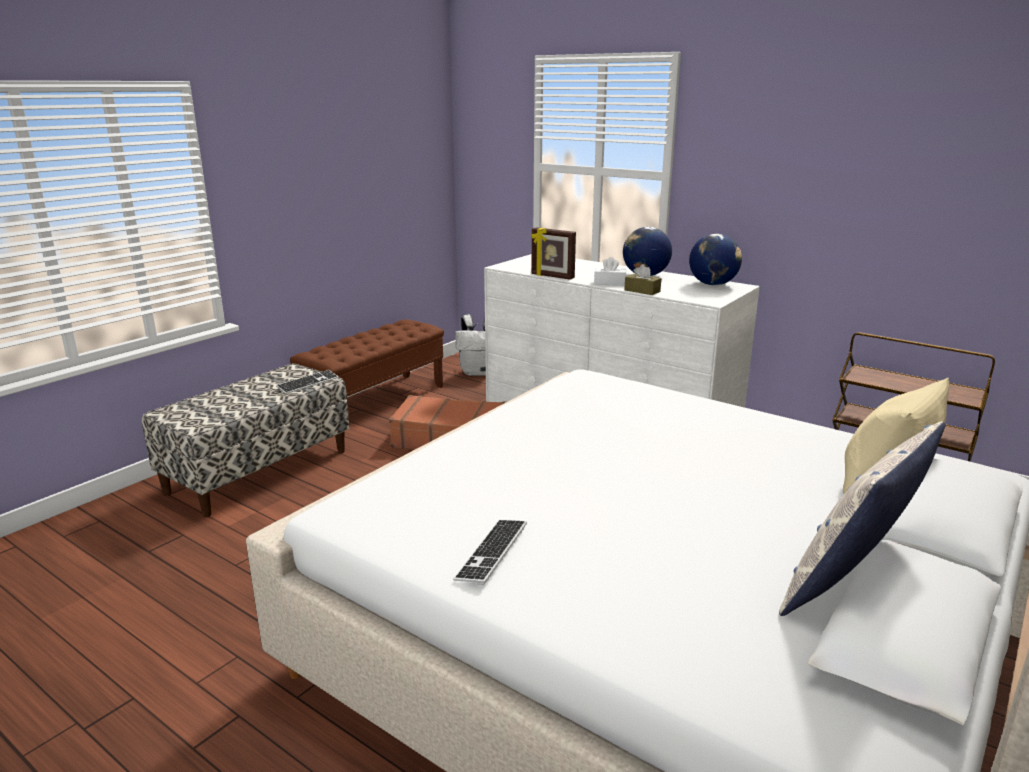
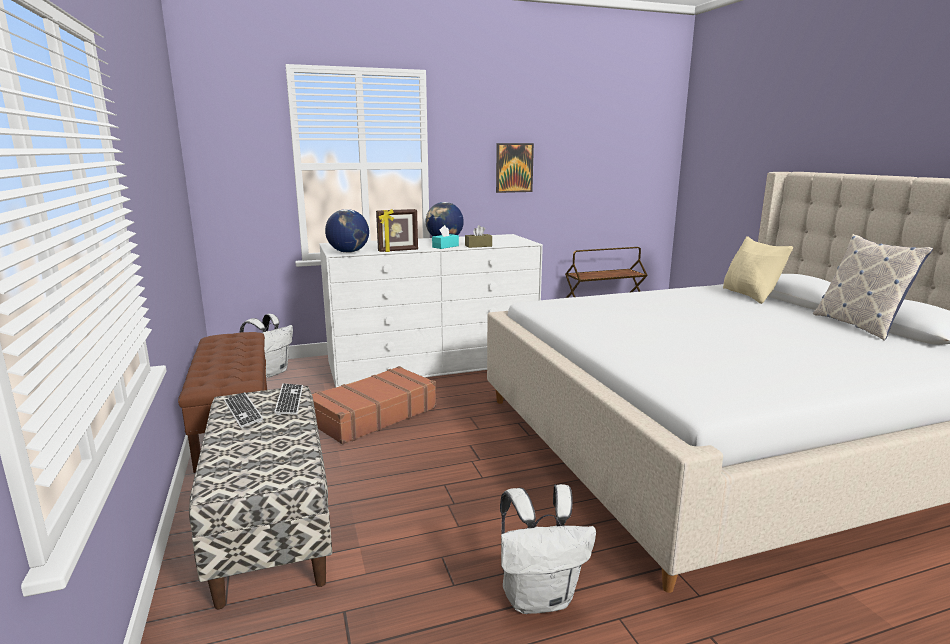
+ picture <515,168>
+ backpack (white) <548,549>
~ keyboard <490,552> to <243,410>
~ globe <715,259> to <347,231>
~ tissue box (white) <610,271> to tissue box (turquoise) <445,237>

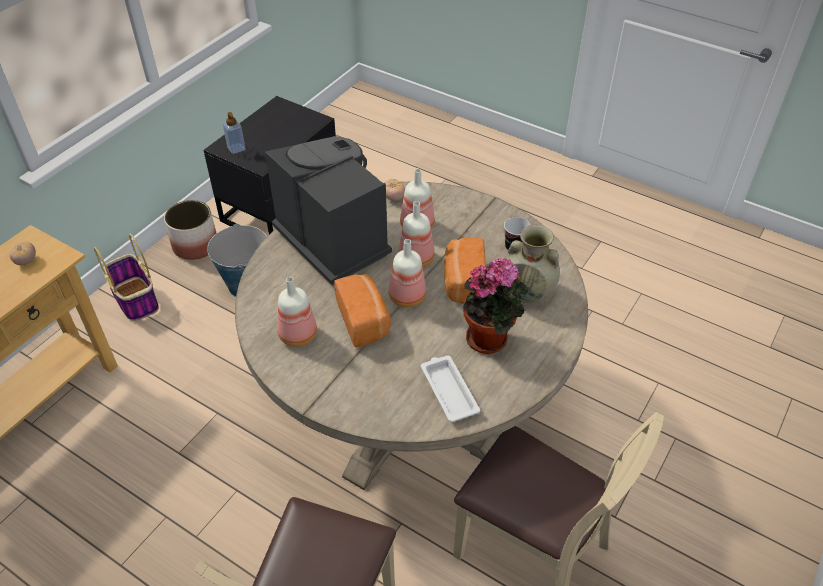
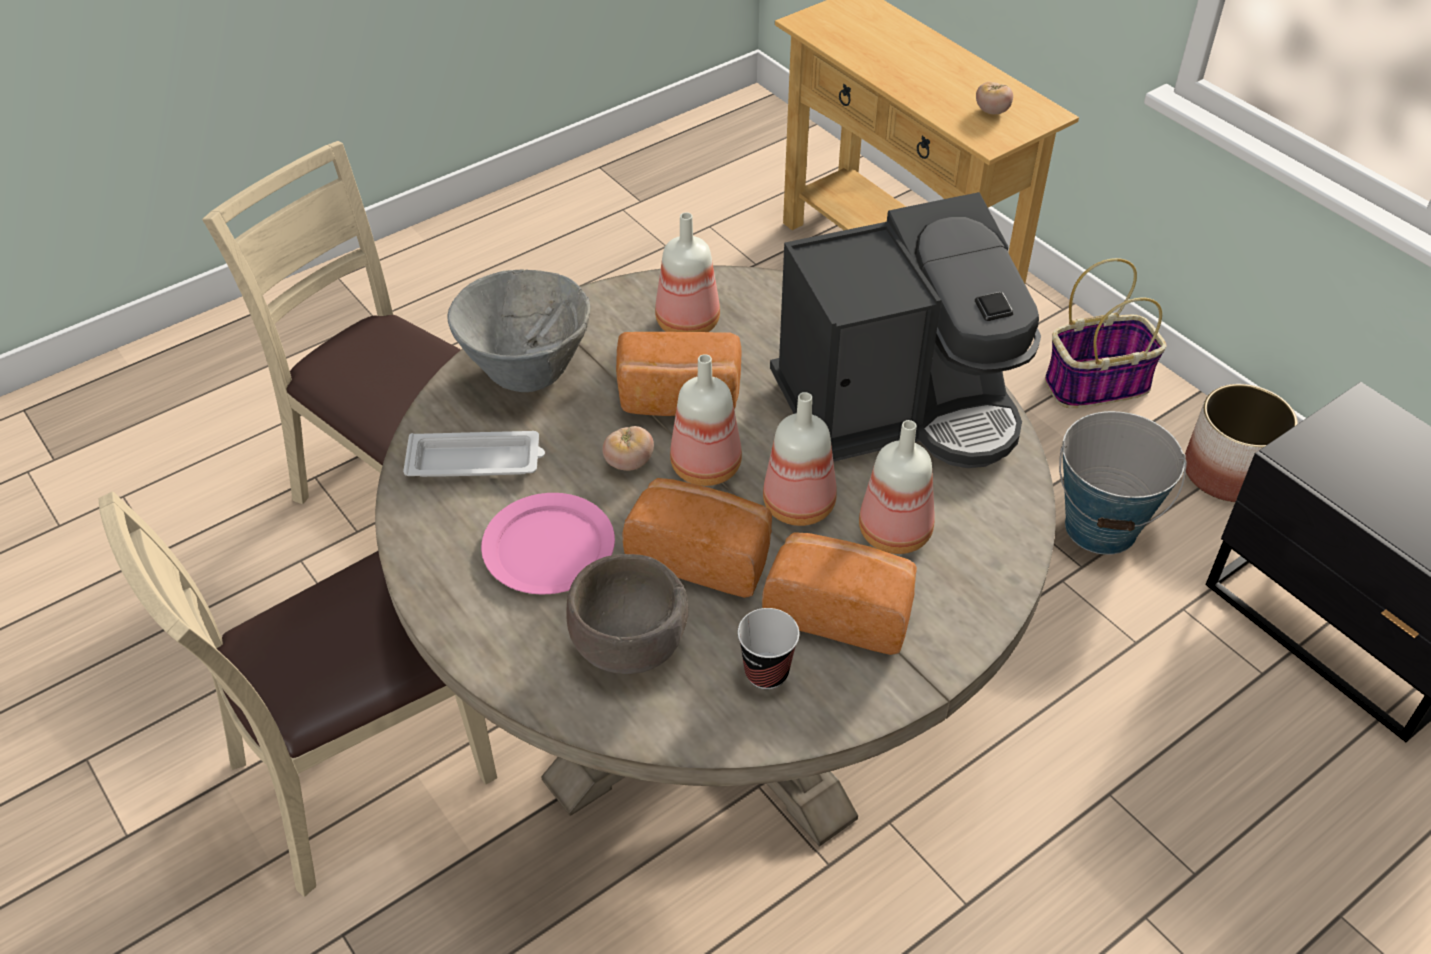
- soap dispenser <234,133>
+ bowl (grey) <519,330>
+ bread <839,593>
~ tomato <395,190> to <628,448>
~ potted plant <495,306> to plate (pink) <548,544>
~ vase (beige) <533,264> to bowl (brown) <627,614>

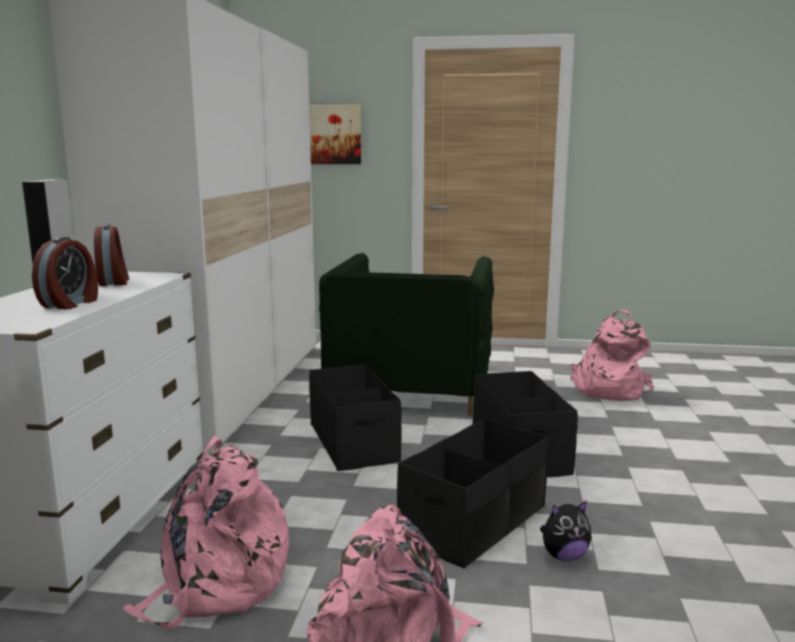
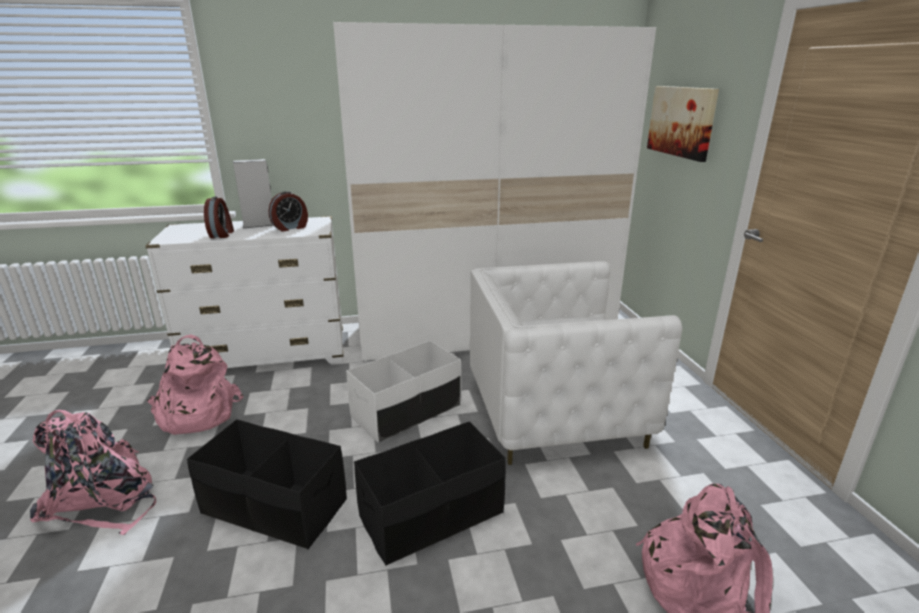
- plush toy <566,531>
~ storage box (black) <355,417> to storage box (white) <404,392>
~ armchair (green) <406,334> to armchair (white) <576,363>
~ alarm clock <65,273> = <219,217> 90 degrees counterclockwise

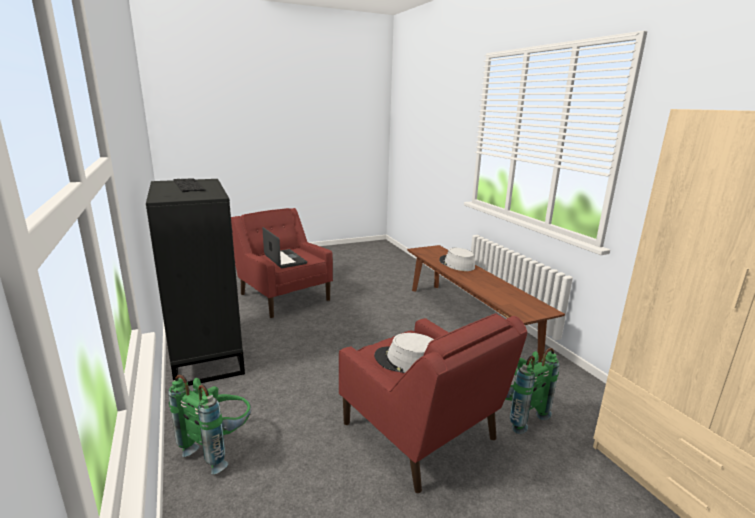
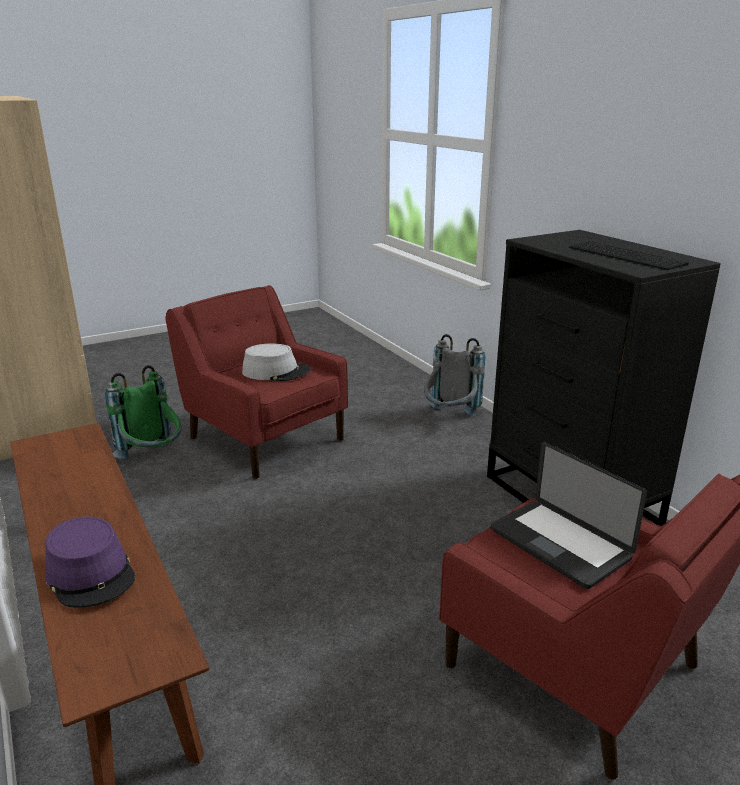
~ backpack (green) <210,424> to backpack (grey) <455,375>
~ hat (grey) <457,259> to hat (purple) <90,562>

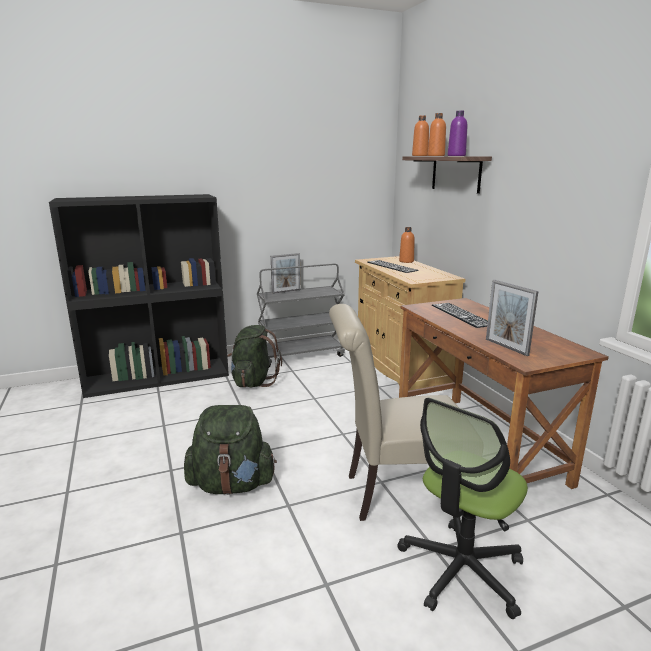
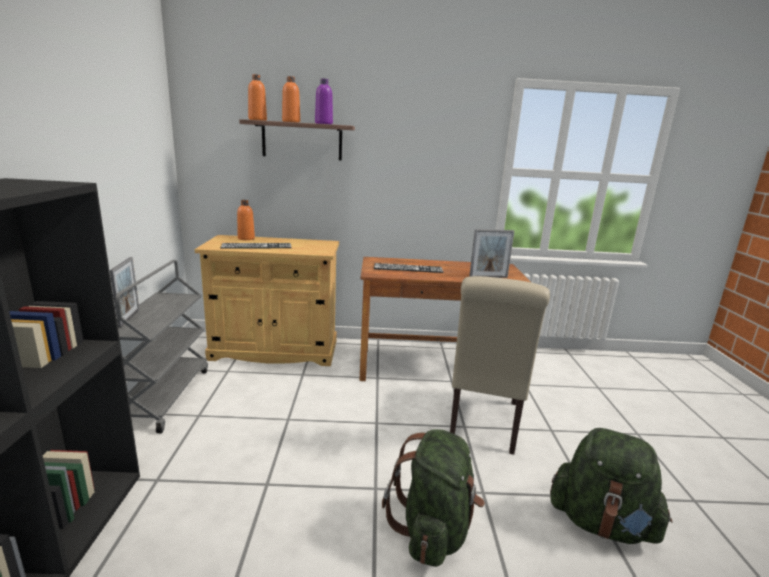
- office chair <462,508>
~ backpack (green) <254,356> to <611,486>

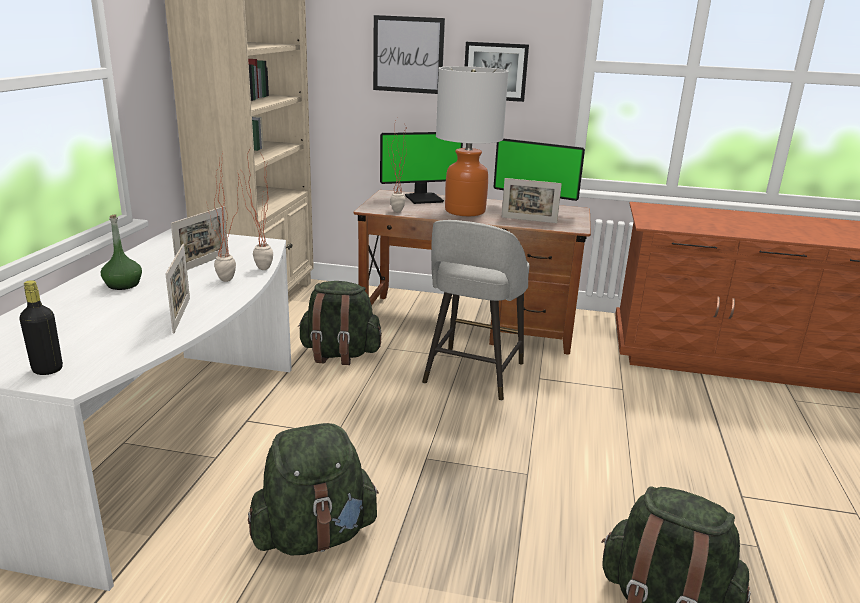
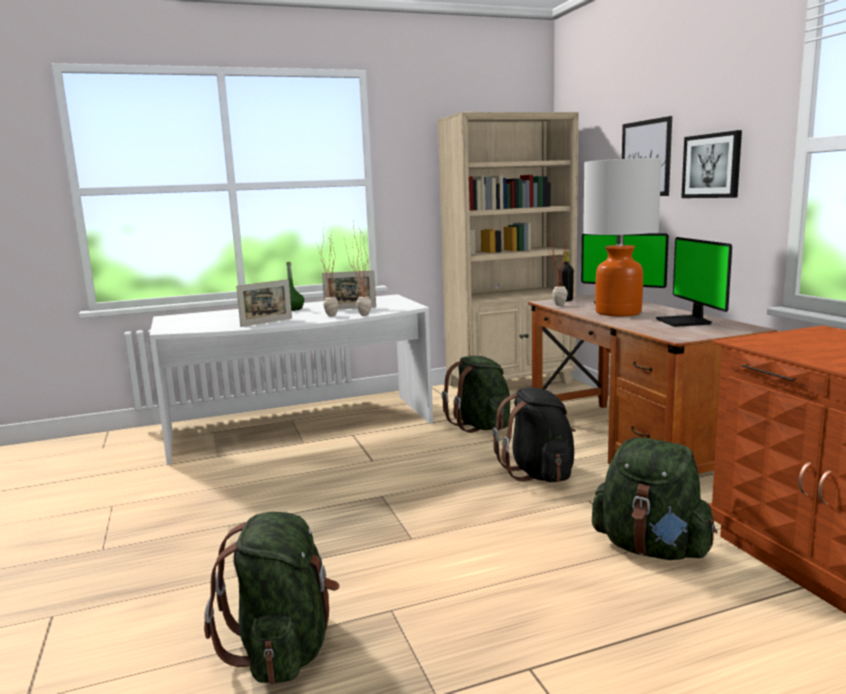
- picture frame <532,200>
~ bottle (black) <41,327> to <566,276>
~ backpack (green) <313,489> to <655,498>
~ stool (grey) <475,310> to backpack (black) <534,434>

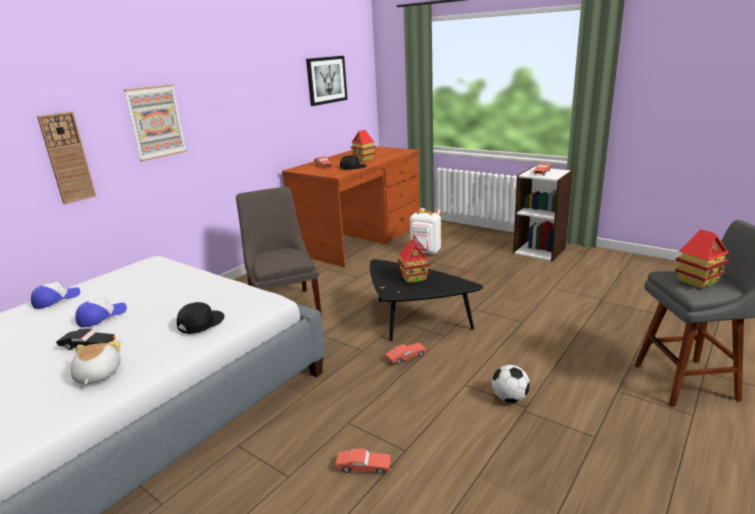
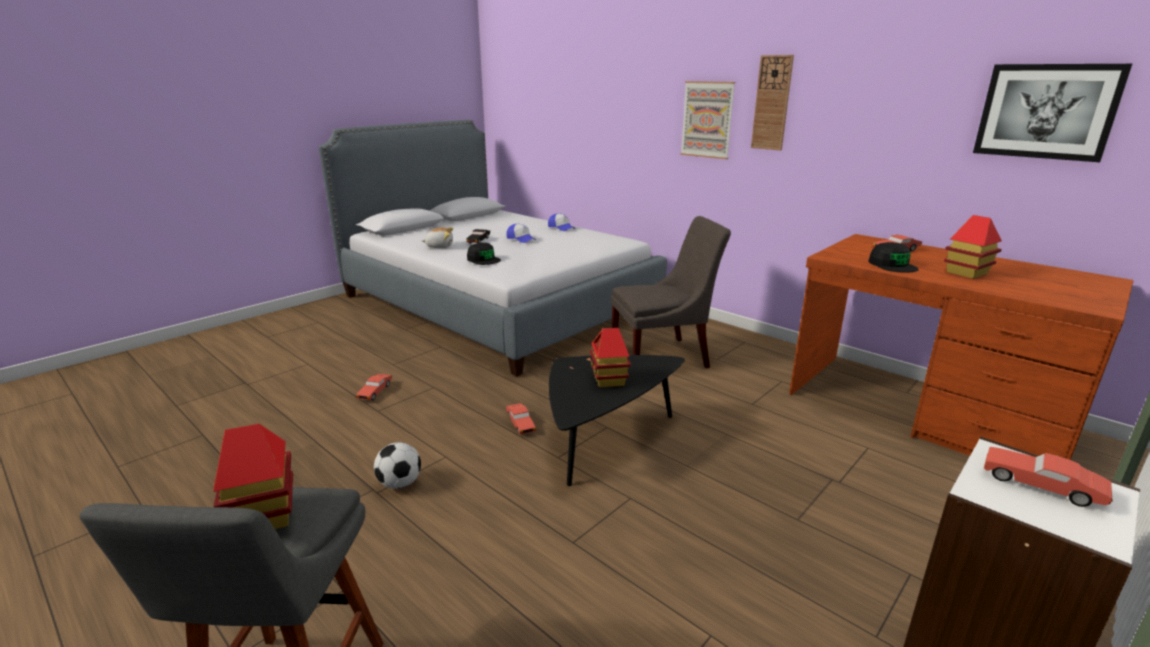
- backpack (white) <425,231>
~ wall clock <66,158> to <772,102>

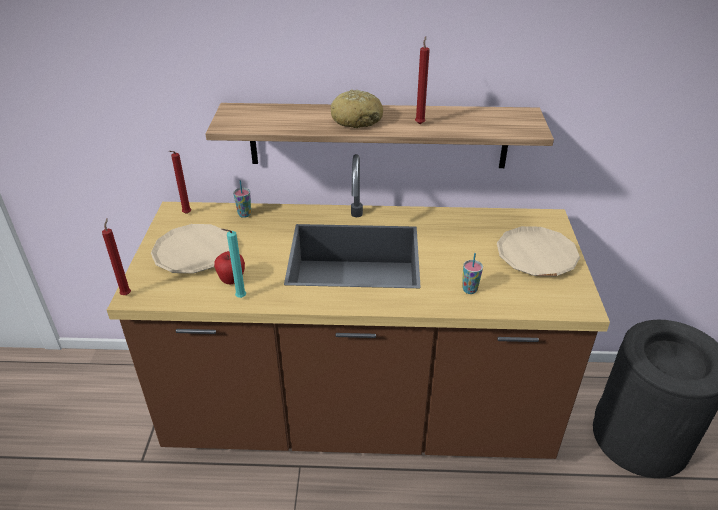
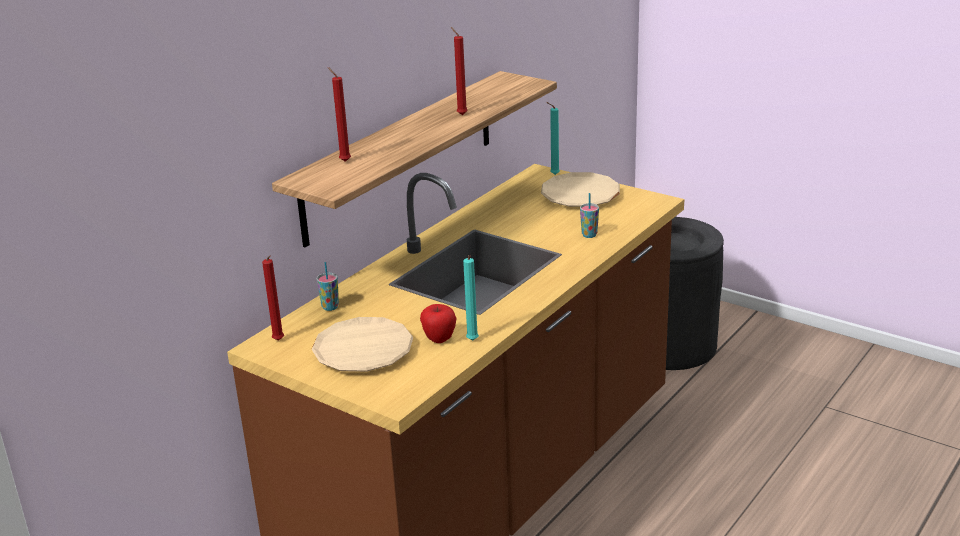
- bread <357,108>
+ candle (turquoise) <553,138>
~ candle (red) <116,256> to <339,114>

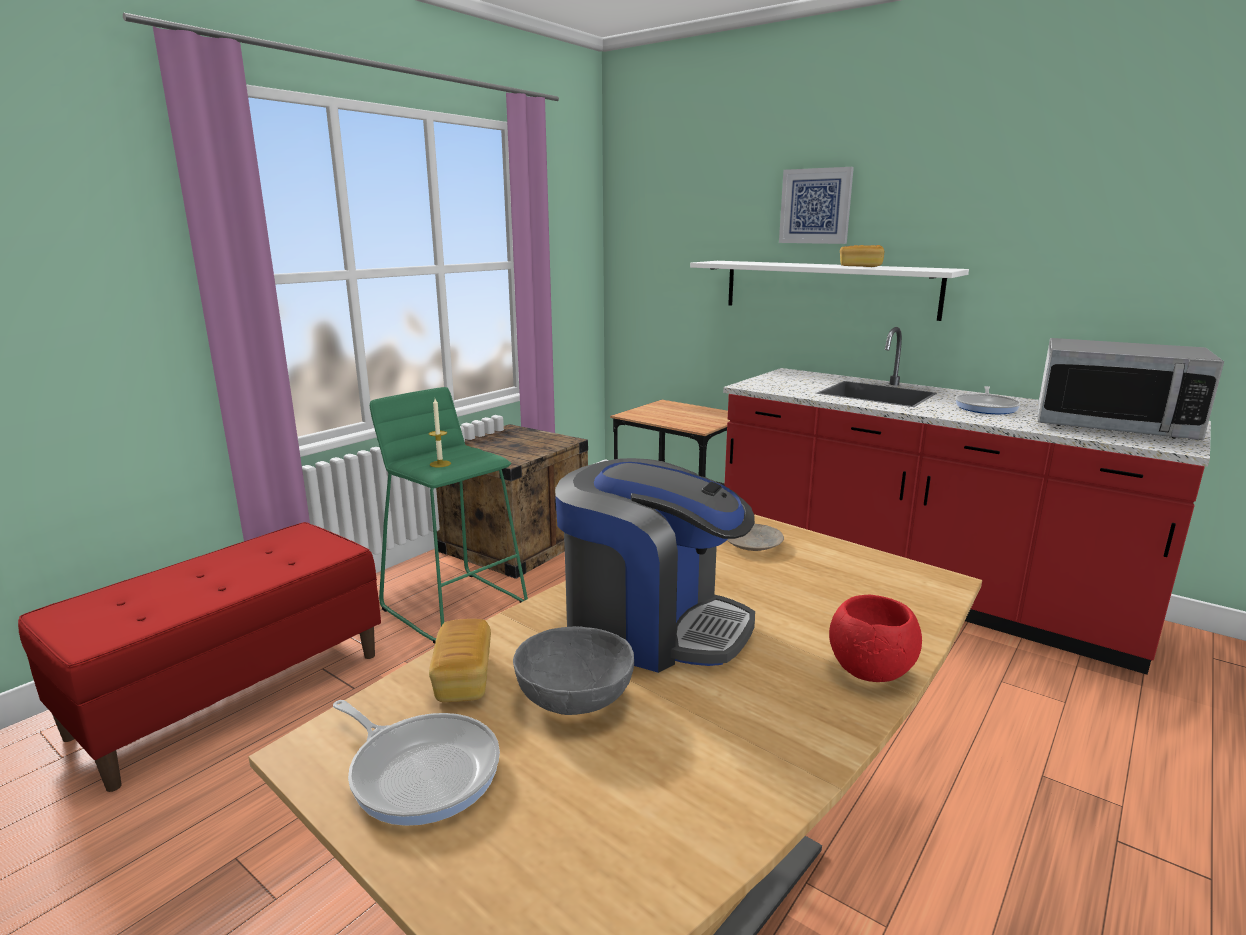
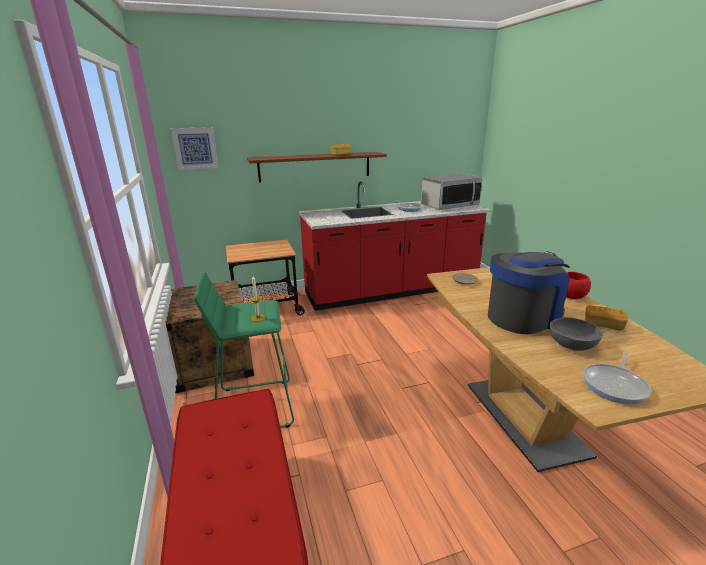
~ bread <460,660> to <606,318>
~ picture <816,205> to <195,148>
~ shelf (white) <829,291> to shelf (brown) <317,167>
~ frying pan <416,763> = <617,378> 150 degrees clockwise

